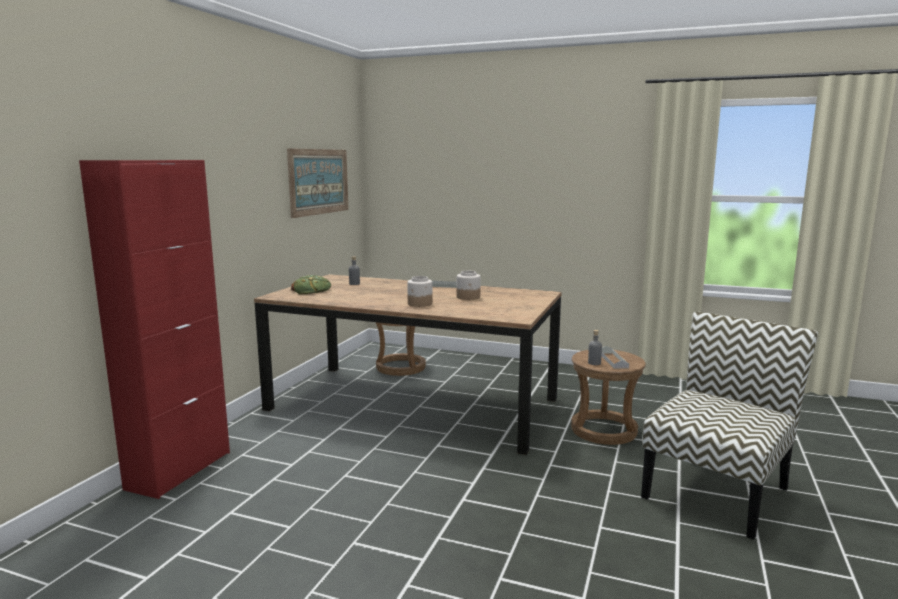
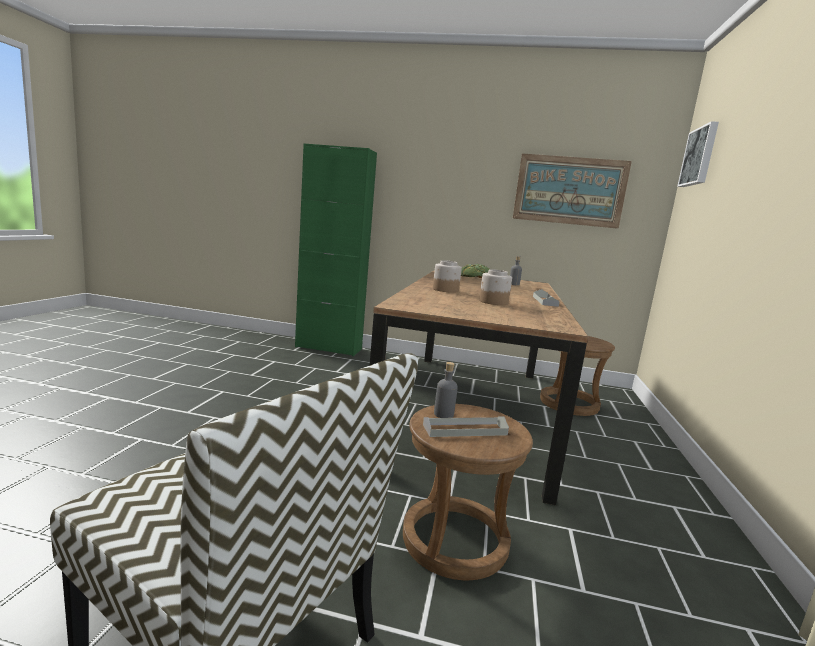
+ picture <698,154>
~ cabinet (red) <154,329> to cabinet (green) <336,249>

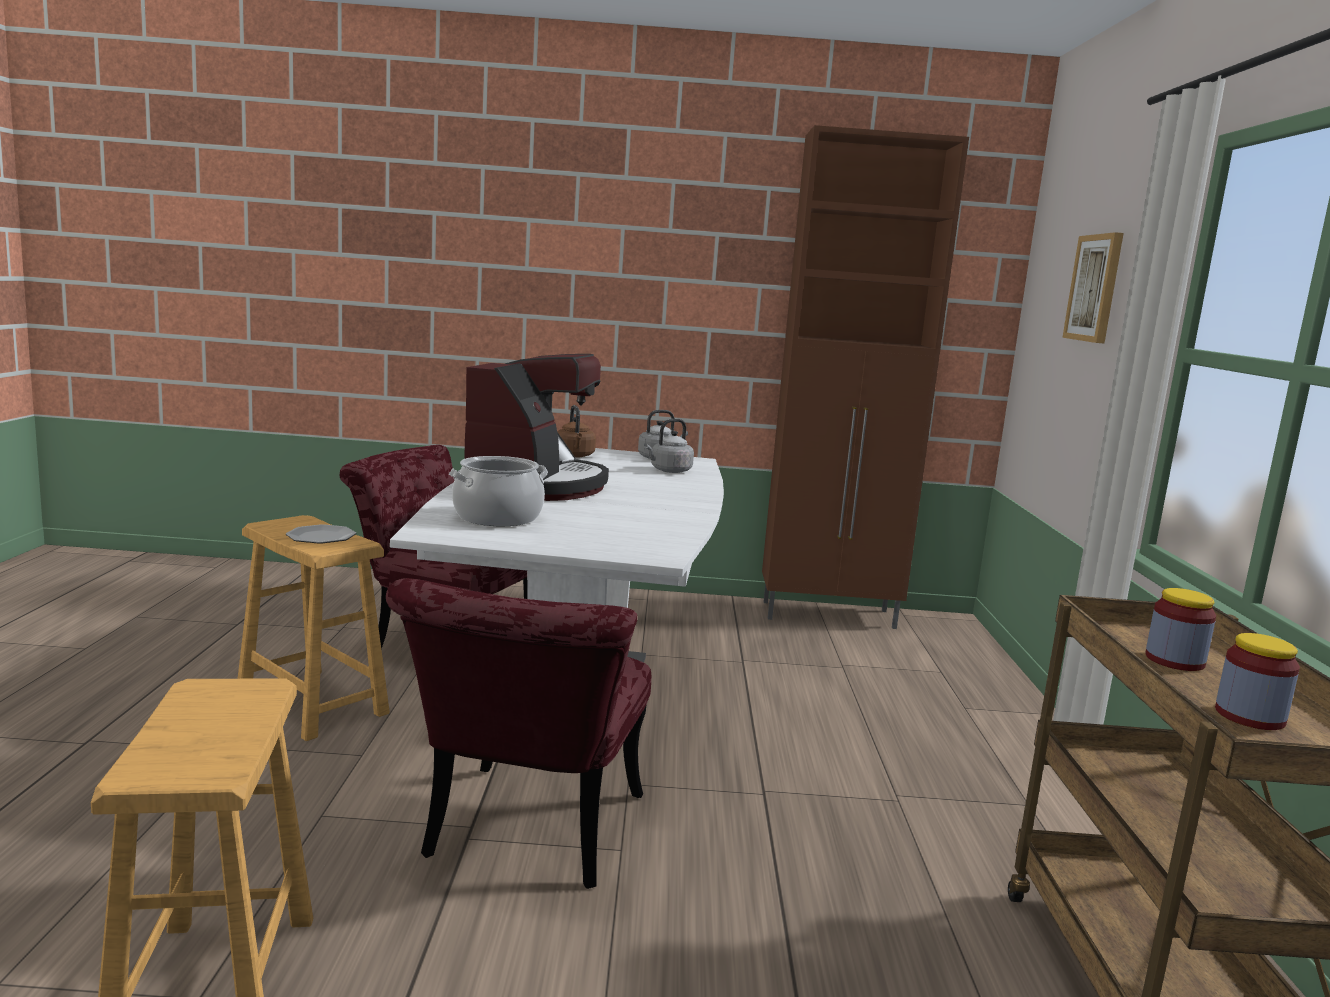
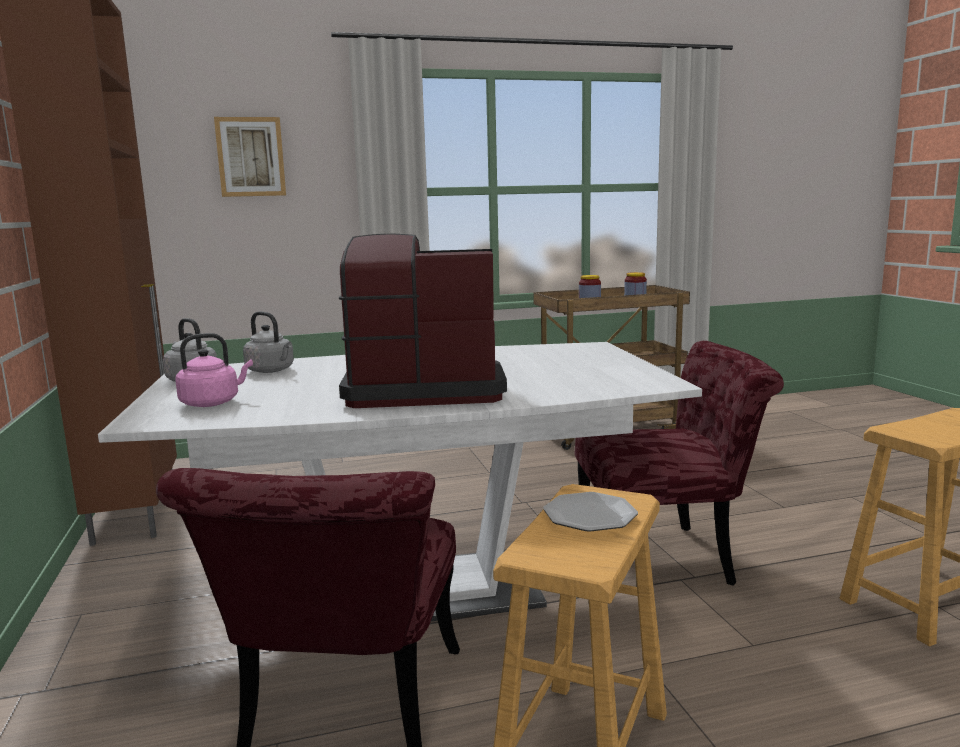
- cooking pot <498,491>
~ kettle (brown) <576,431> to kettle (pink) <214,370>

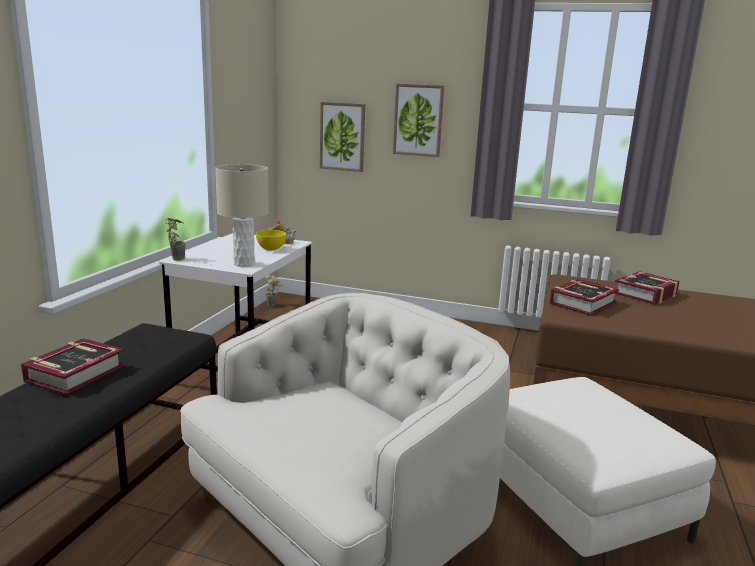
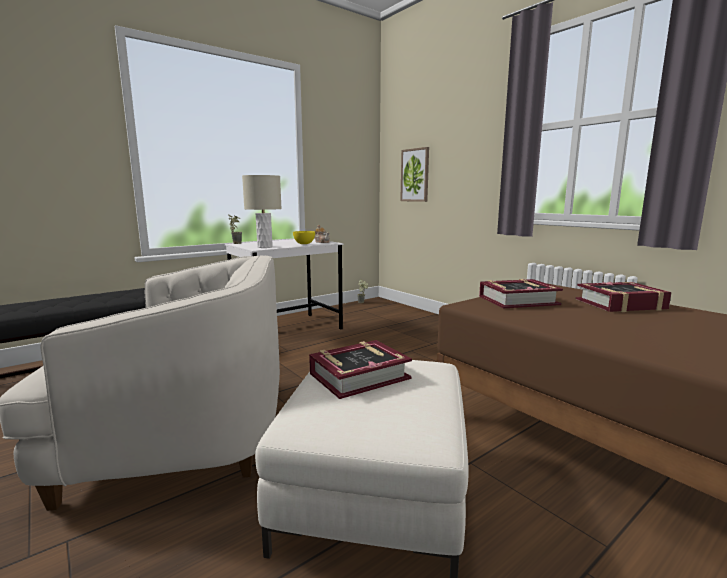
- picture <418,120>
~ book <73,366> to <360,369>

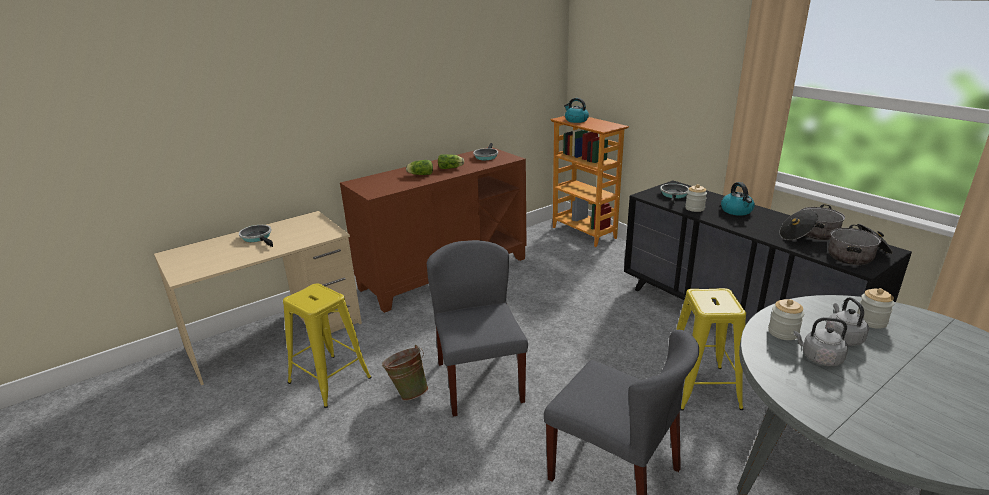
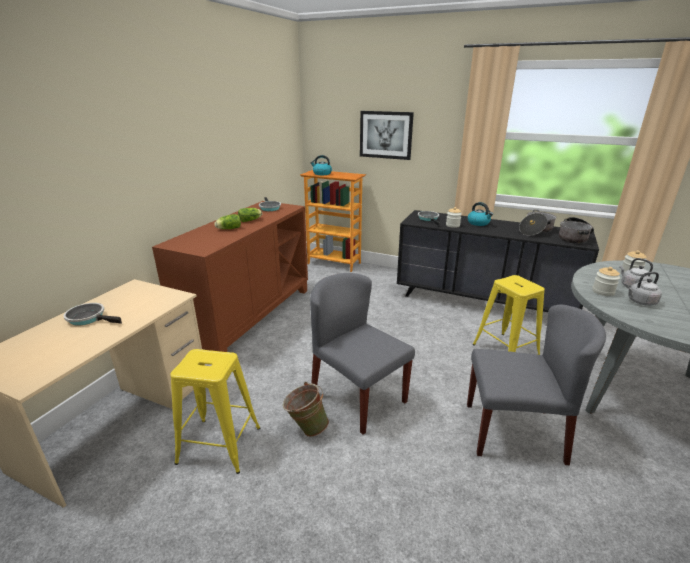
+ picture <387,135>

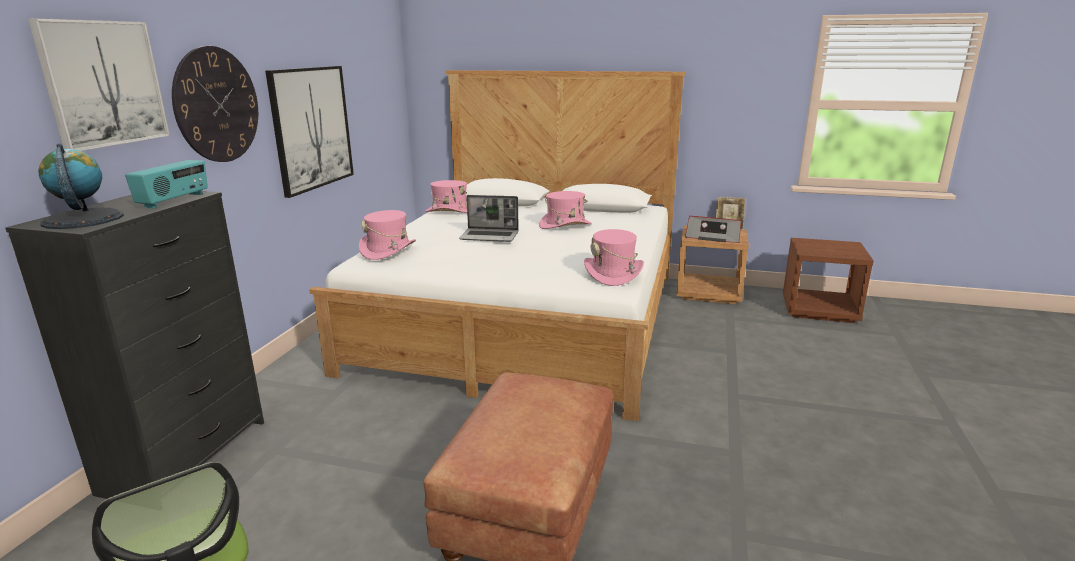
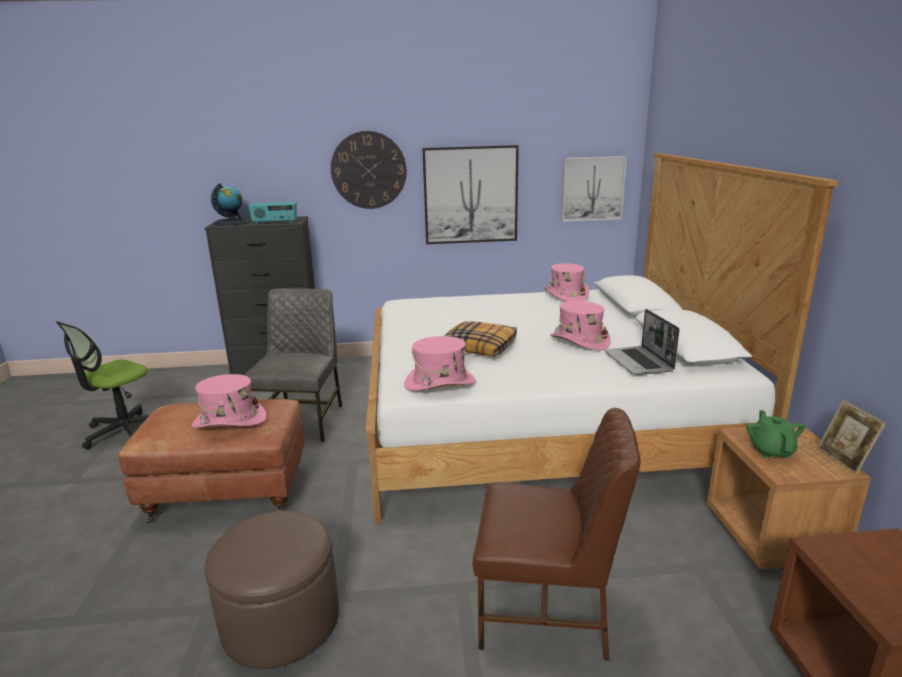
+ ottoman (brown) <271,590>
+ chair (grey) <293,365>
+ pillow <480,339>
+ chair (brown) <557,534>
~ picture <99,84> to <594,189>
~ hat (pink) <387,235> to <229,401>
~ laptop <489,218> to <641,342>
~ radio <713,229> to teapot (green) <776,434>

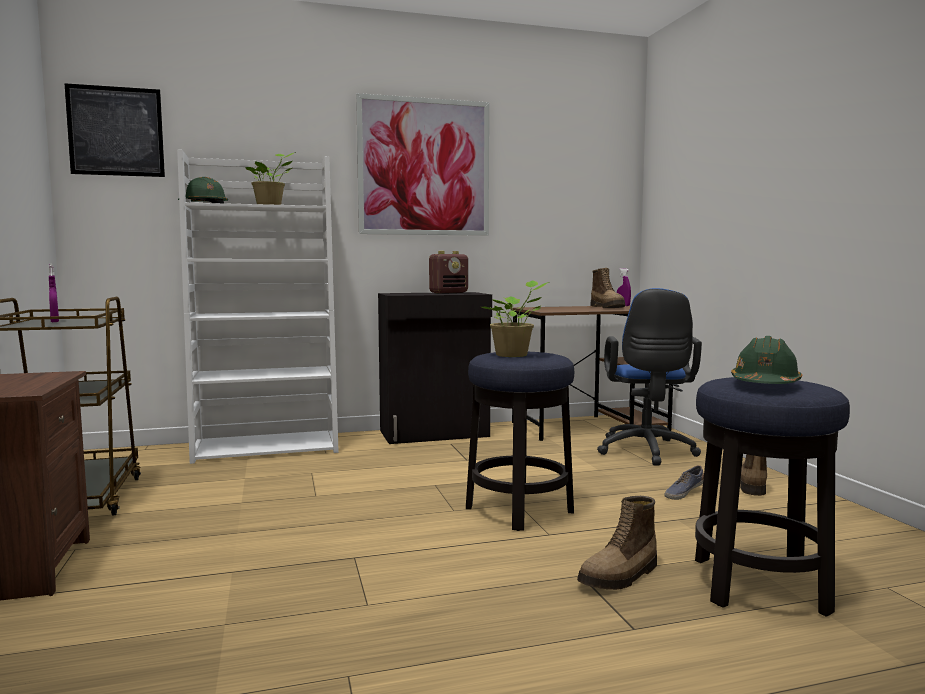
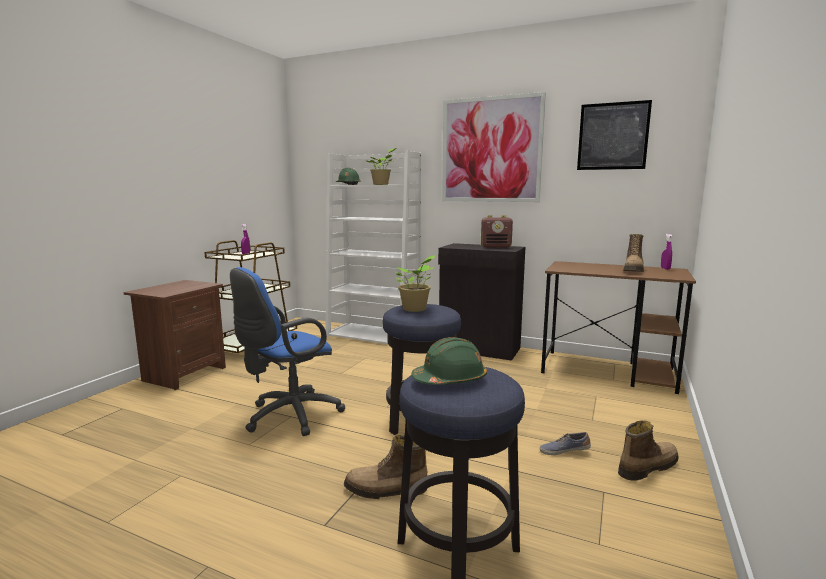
~ picture <115,130> to <614,135>
~ office chair (blue) <649,376> to <287,351>

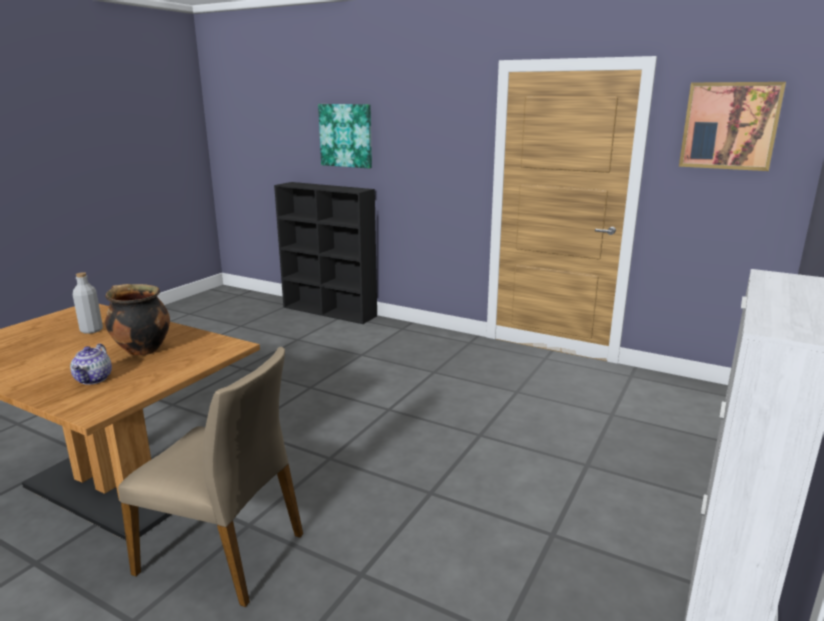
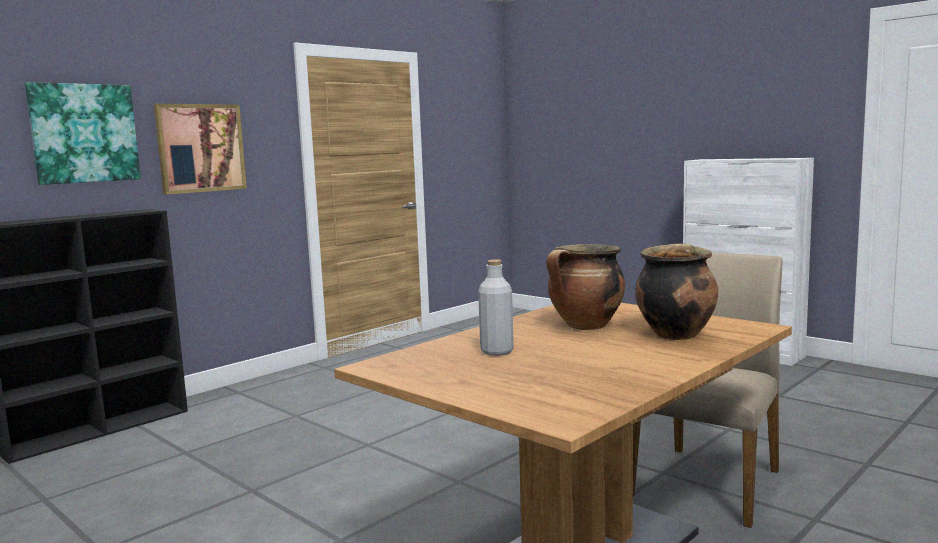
~ picture <732,126> to <200,149>
~ teapot <91,364> to cooking pot <676,291>

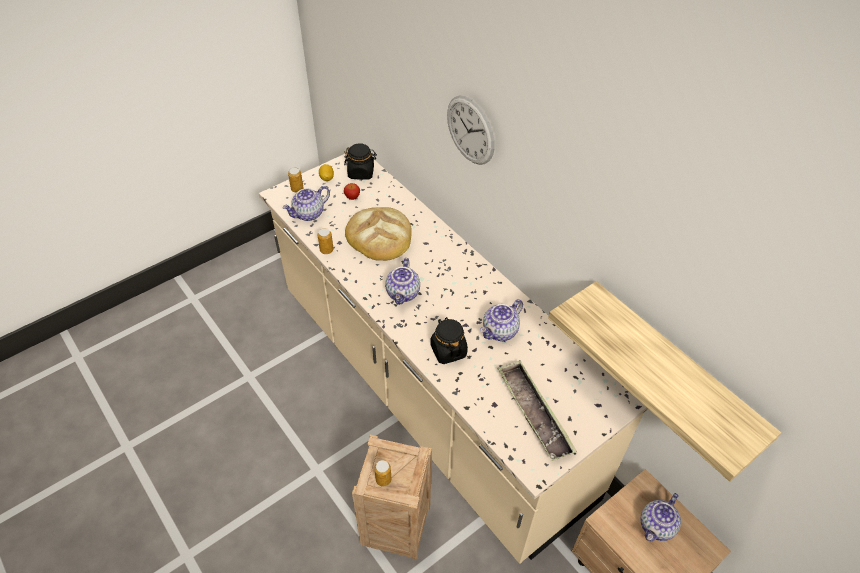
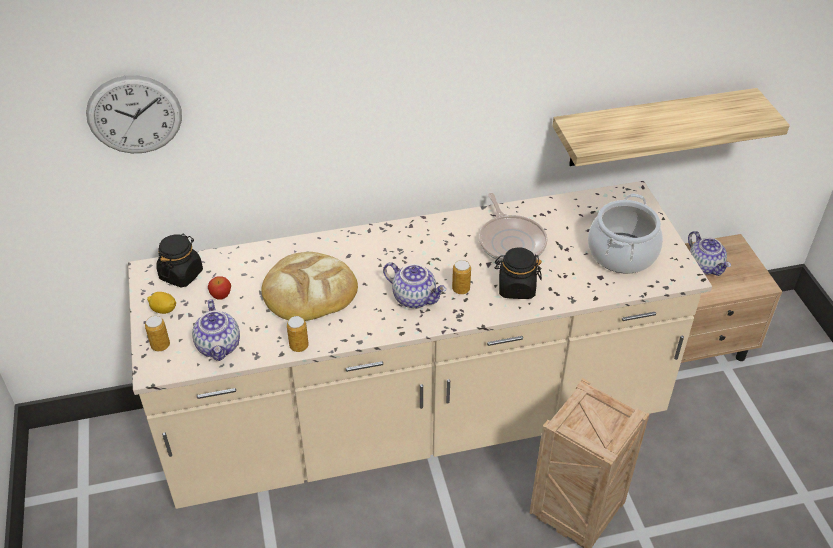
~ can <382,473> to <461,277>
~ wall clock <471,130> to <134,114>
~ teapot <501,320> to frying pan <513,227>
~ tray <537,410> to cooking pot <625,234>

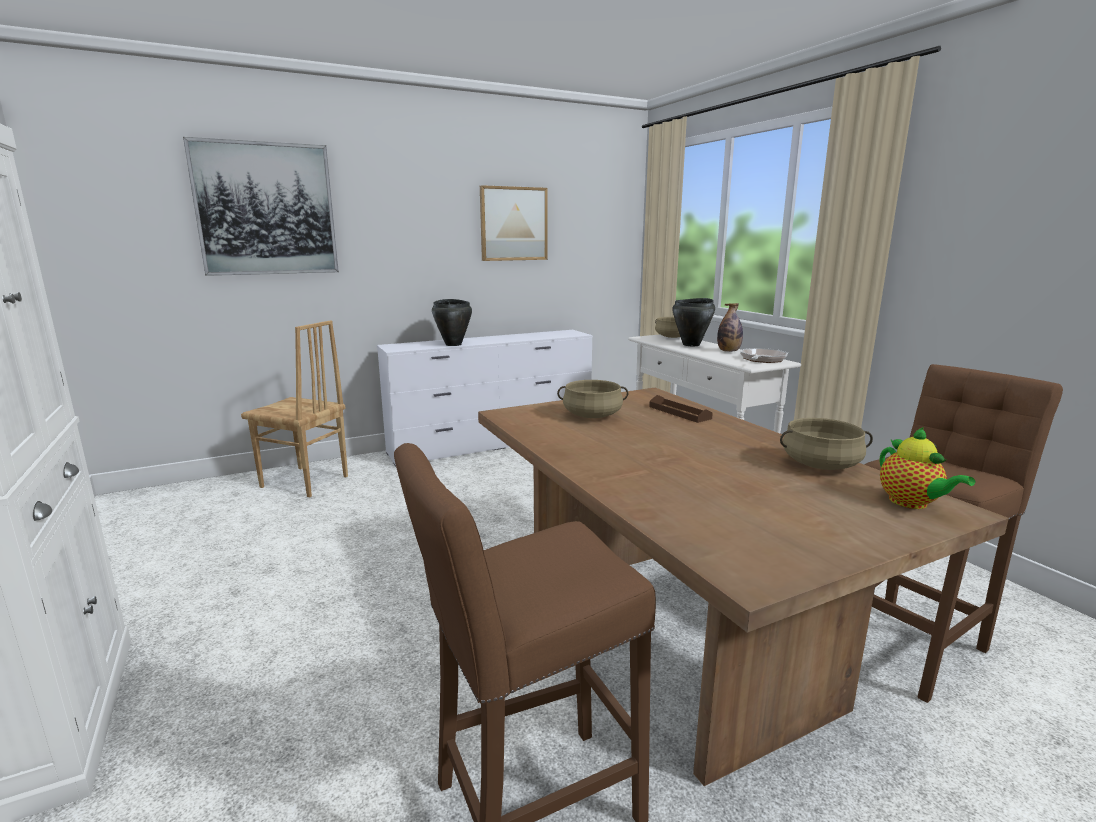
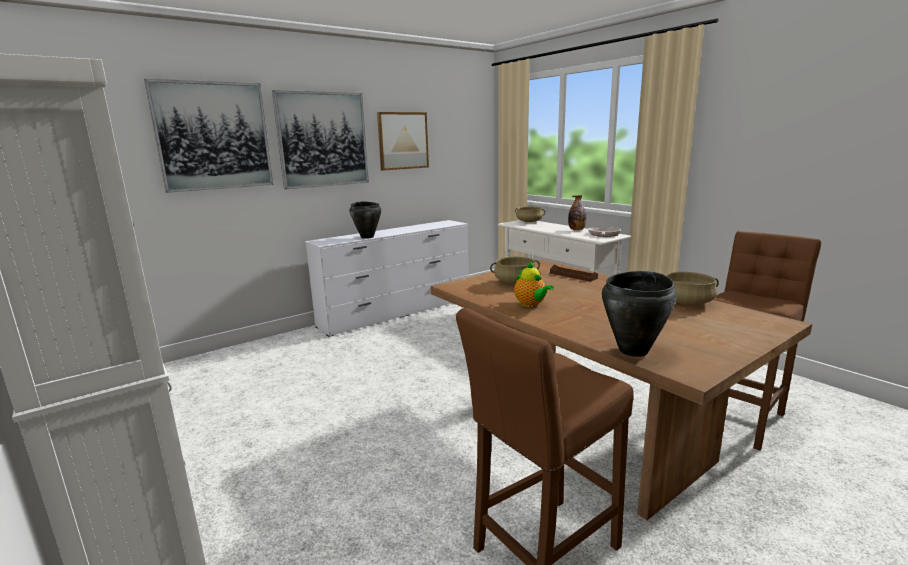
- chair (brown) <294,408>
+ picture <320,139>
~ cooking pot (black) <693,322> to <639,314>
~ teapot <927,468> to <534,284>

